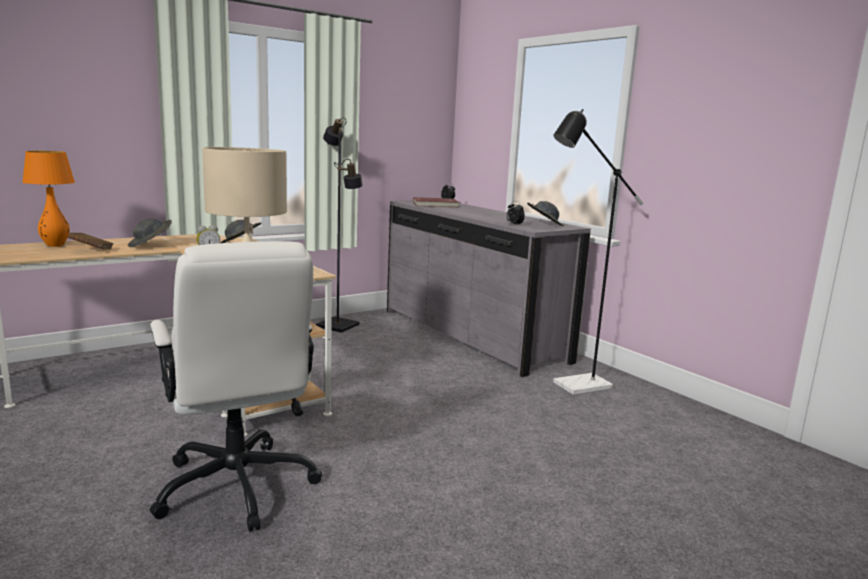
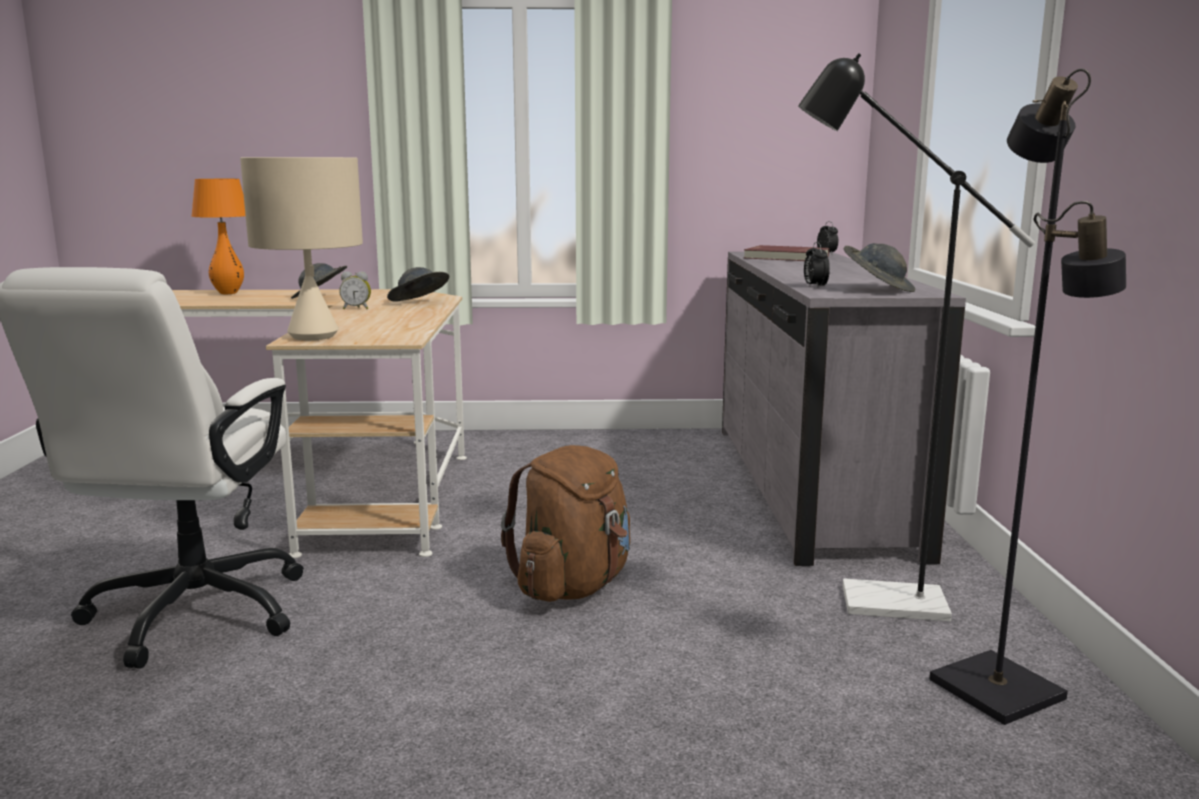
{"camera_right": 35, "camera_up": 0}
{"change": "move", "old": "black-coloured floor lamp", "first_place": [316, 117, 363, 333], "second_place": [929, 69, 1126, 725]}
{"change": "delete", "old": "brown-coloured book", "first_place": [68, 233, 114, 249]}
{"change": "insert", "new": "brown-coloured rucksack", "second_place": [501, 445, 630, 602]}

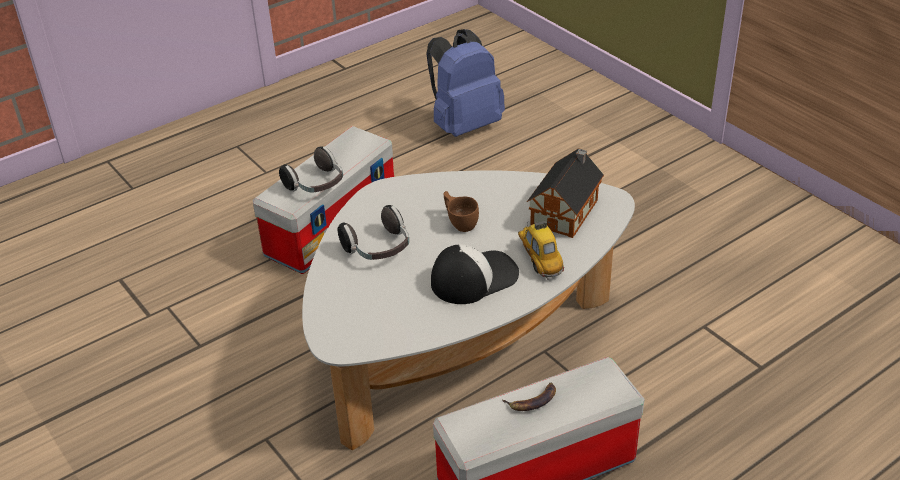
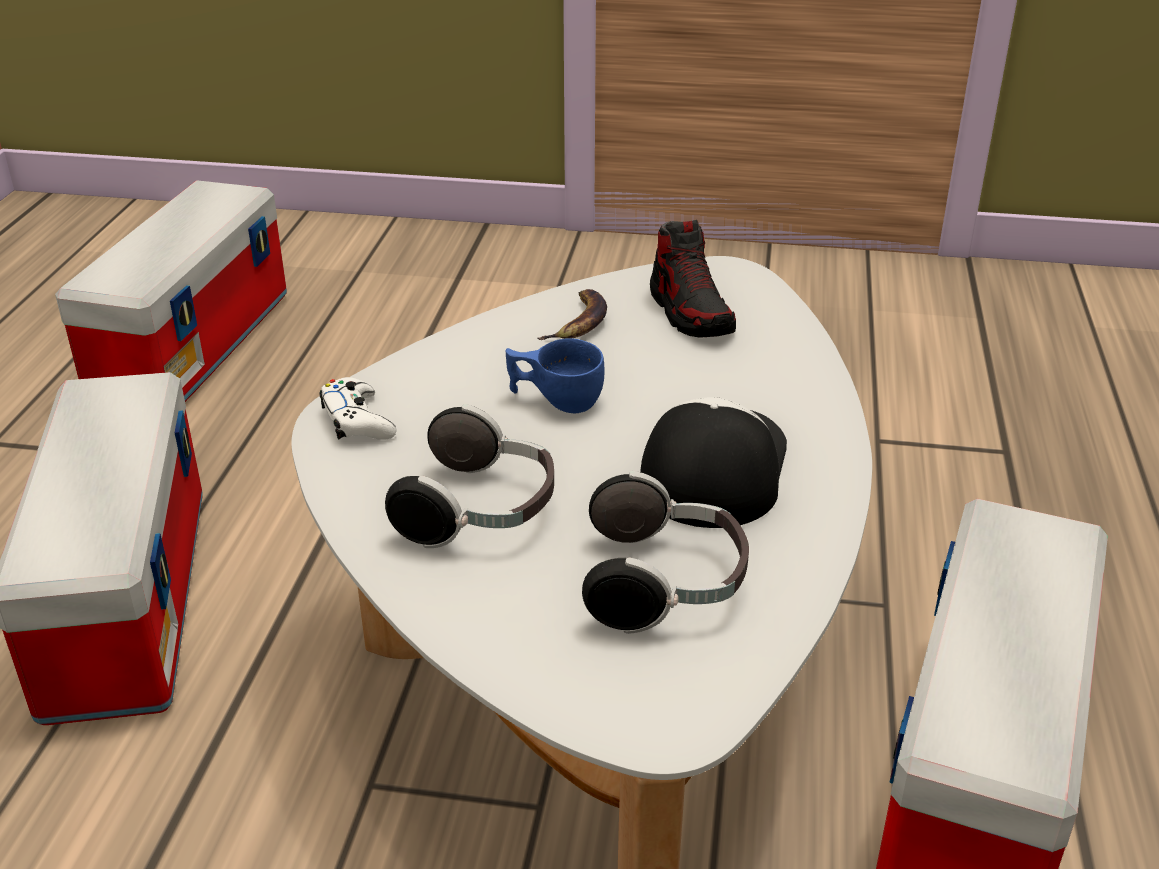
{"camera_right": -45, "camera_up": -5}
{"change": "replace", "old": "blue-coloured rucksack", "new": "storage bin", "first_place": [426, 29, 505, 137], "second_place": [55, 180, 287, 402]}
{"change": "move", "old": "pair of headphones", "first_place": [279, 146, 343, 193], "second_place": [582, 471, 749, 634]}
{"change": "replace", "old": "model house", "new": "low shoe", "first_place": [527, 148, 604, 238], "second_place": [650, 220, 736, 338]}
{"change": "recolor", "old": "brown-coloured drinking cup", "new": "blue-coloured drinking cup", "first_place": [444, 191, 479, 232], "second_place": [505, 339, 604, 413]}
{"change": "delete", "old": "model car", "first_place": [518, 221, 564, 280]}
{"change": "move", "old": "whole banana", "first_place": [501, 382, 556, 411], "second_place": [537, 289, 607, 340]}
{"change": "insert", "new": "white joypad", "second_place": [320, 377, 396, 440]}

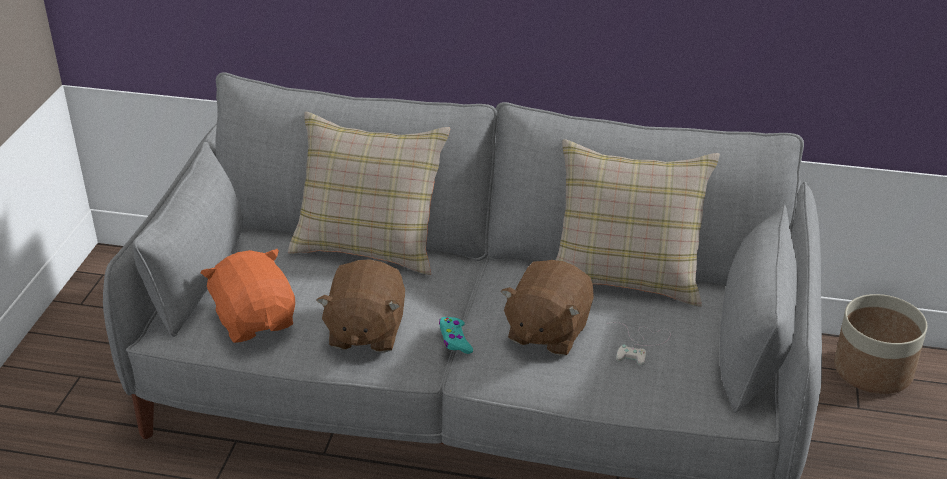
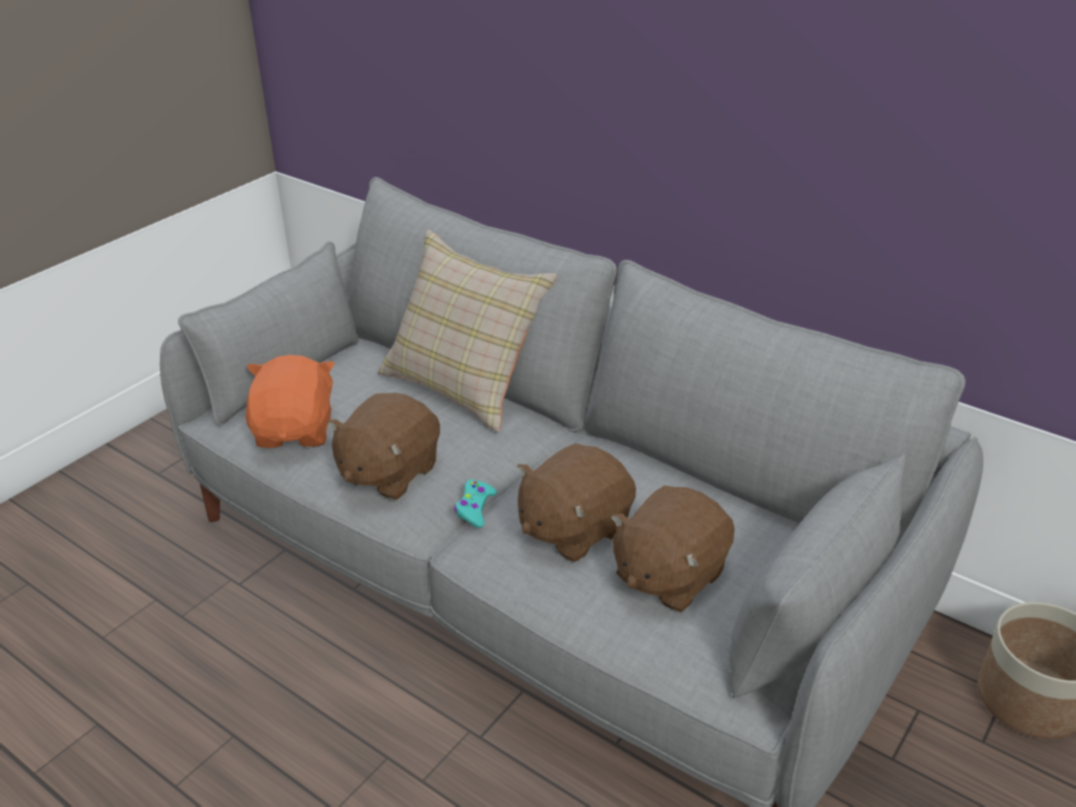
{"camera_right": 25, "camera_up": 0}
{"change": "delete", "old": "sand-coloured pillow", "first_place": [556, 139, 720, 307]}
{"change": "replace", "old": "white joypad", "new": "brown-coloured cuddly toy", "first_place": [607, 322, 671, 366], "second_place": [611, 485, 735, 612]}

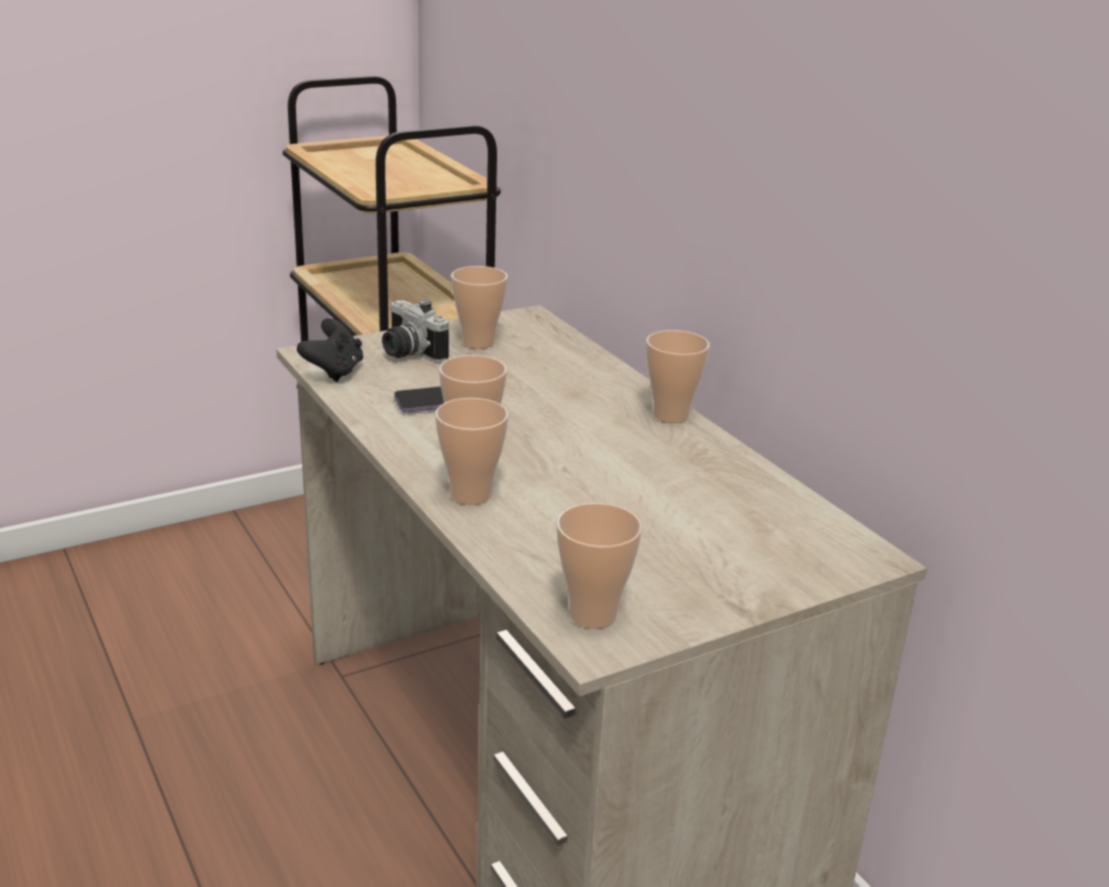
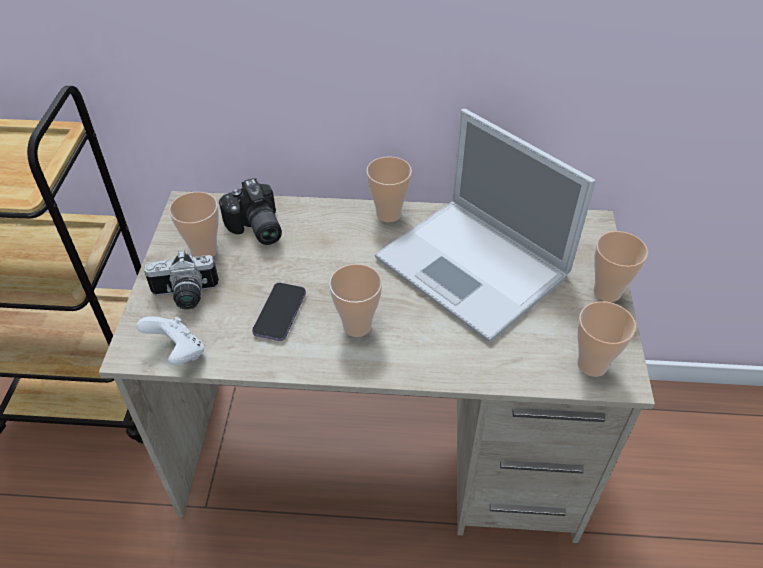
{"camera_right": -55, "camera_up": 20}
{"change": "recolor", "old": "black-coloured joypad", "new": "white joypad", "first_place": [297, 318, 363, 382], "second_place": [136, 316, 204, 365]}
{"change": "move", "old": "drinking cup", "first_place": [435, 398, 508, 505], "second_place": [593, 231, 648, 302]}
{"change": "insert", "new": "laptop", "second_place": [375, 109, 596, 343]}
{"change": "insert", "new": "photo camera", "second_place": [219, 178, 282, 245]}

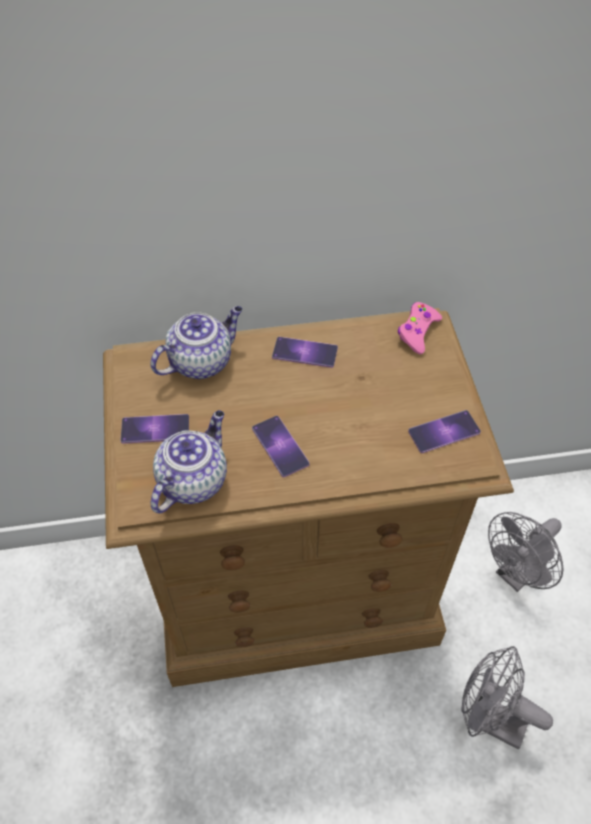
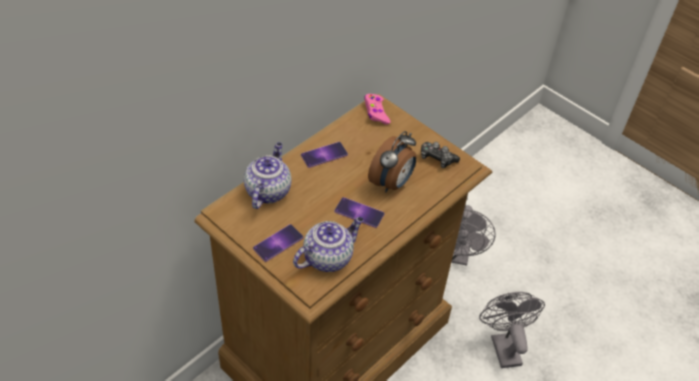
{"camera_right": -40, "camera_up": -5}
{"change": "rotate", "old": "teapot", "first_place": [151, 410, 227, 513], "second_place": [293, 217, 364, 272], "degrees": 60}
{"change": "replace", "old": "handset", "new": "joypad", "first_place": [408, 410, 481, 453], "second_place": [421, 142, 460, 168]}
{"change": "rotate", "old": "gray electric fan", "first_place": [461, 646, 553, 749], "second_place": [479, 292, 545, 368], "degrees": 90}
{"change": "insert", "new": "bedside clock", "second_place": [368, 131, 416, 192]}

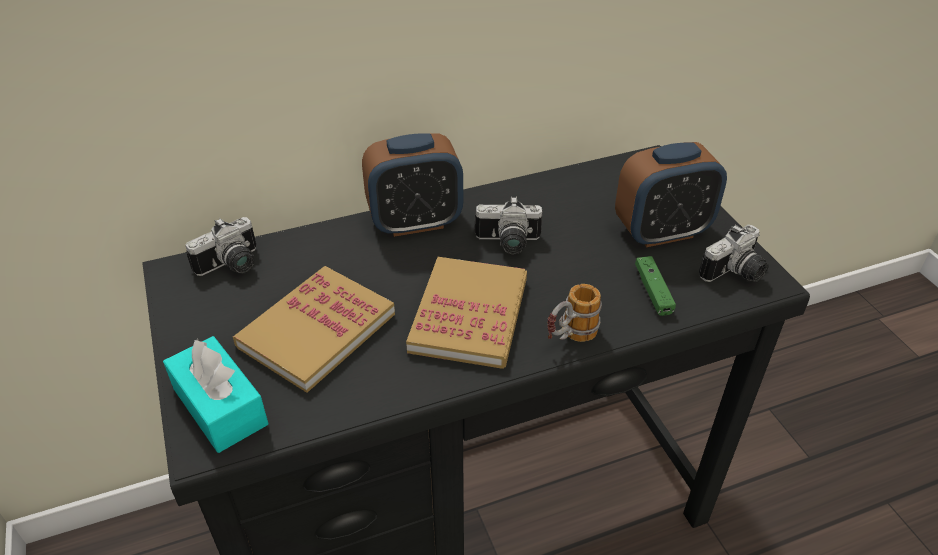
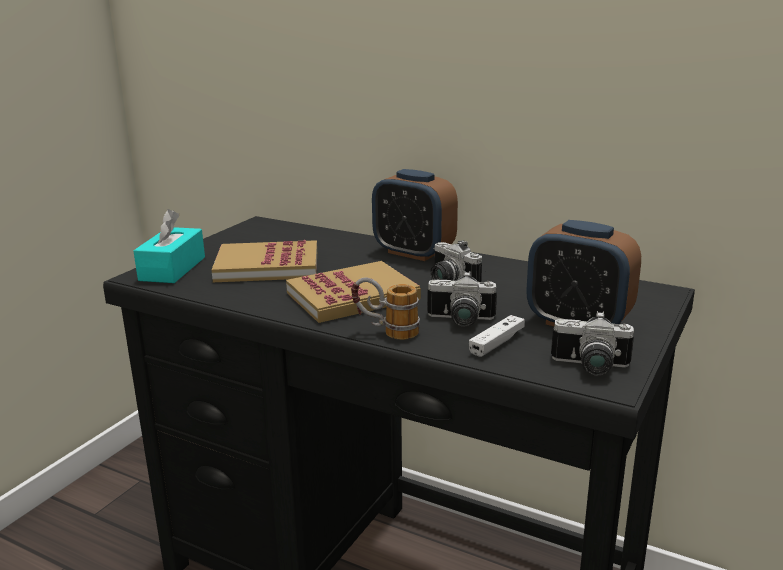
{"camera_right": 50, "camera_up": -20}
{"change": "move", "old": "photo camera", "first_place": [185, 217, 256, 276], "second_place": [427, 271, 497, 327]}
{"change": "recolor", "old": "greenish joypad", "new": "white joypad", "first_place": [635, 256, 676, 316], "second_place": [469, 315, 525, 357]}

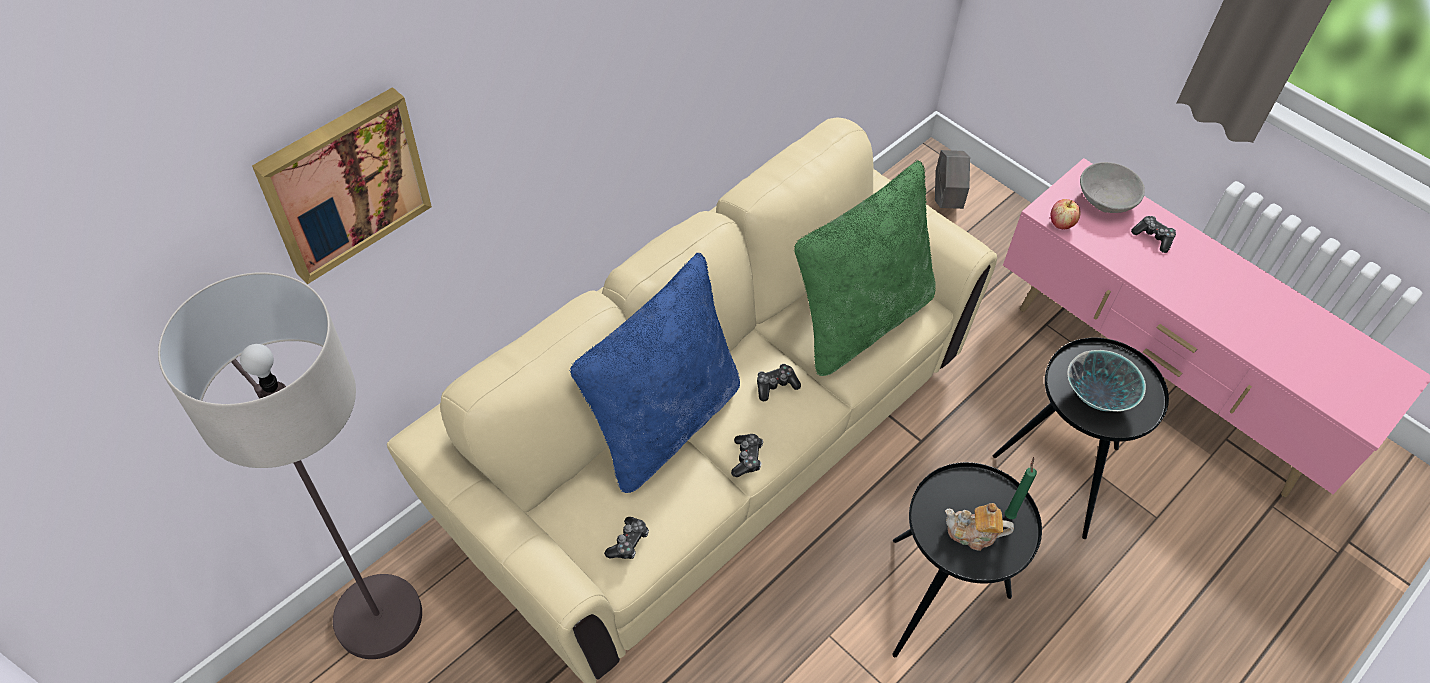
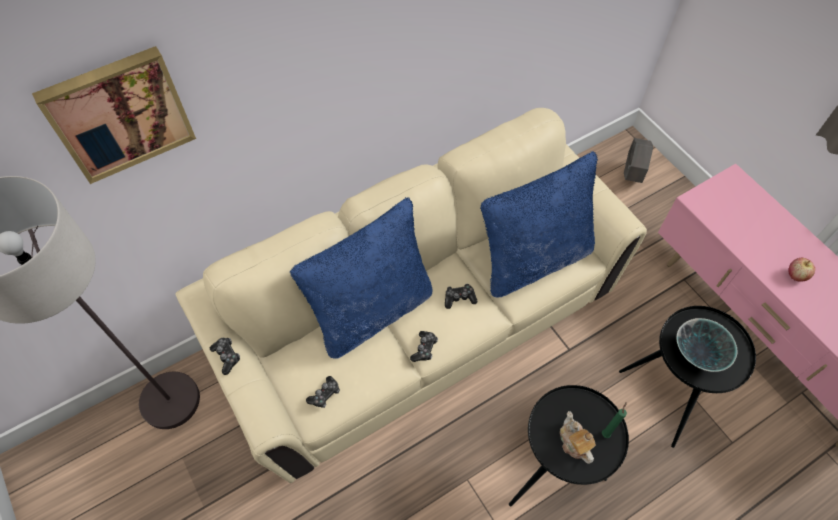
{"camera_right": 15, "camera_up": 5}
{"change": "recolor", "old": "greenish pillow", "new": "blue-coloured pillow", "first_place": [794, 160, 936, 376], "second_place": [480, 151, 598, 298]}
{"change": "delete", "old": "gray deep dish", "first_place": [1080, 162, 1145, 213]}
{"change": "move", "old": "apple", "first_place": [1051, 199, 1081, 229], "second_place": [788, 258, 815, 282]}
{"change": "move", "old": "joypad", "first_place": [1131, 216, 1176, 253], "second_place": [210, 338, 240, 375]}
{"change": "rotate", "old": "teapot", "first_place": [945, 503, 1014, 551], "second_place": [560, 411, 596, 464], "degrees": 45}

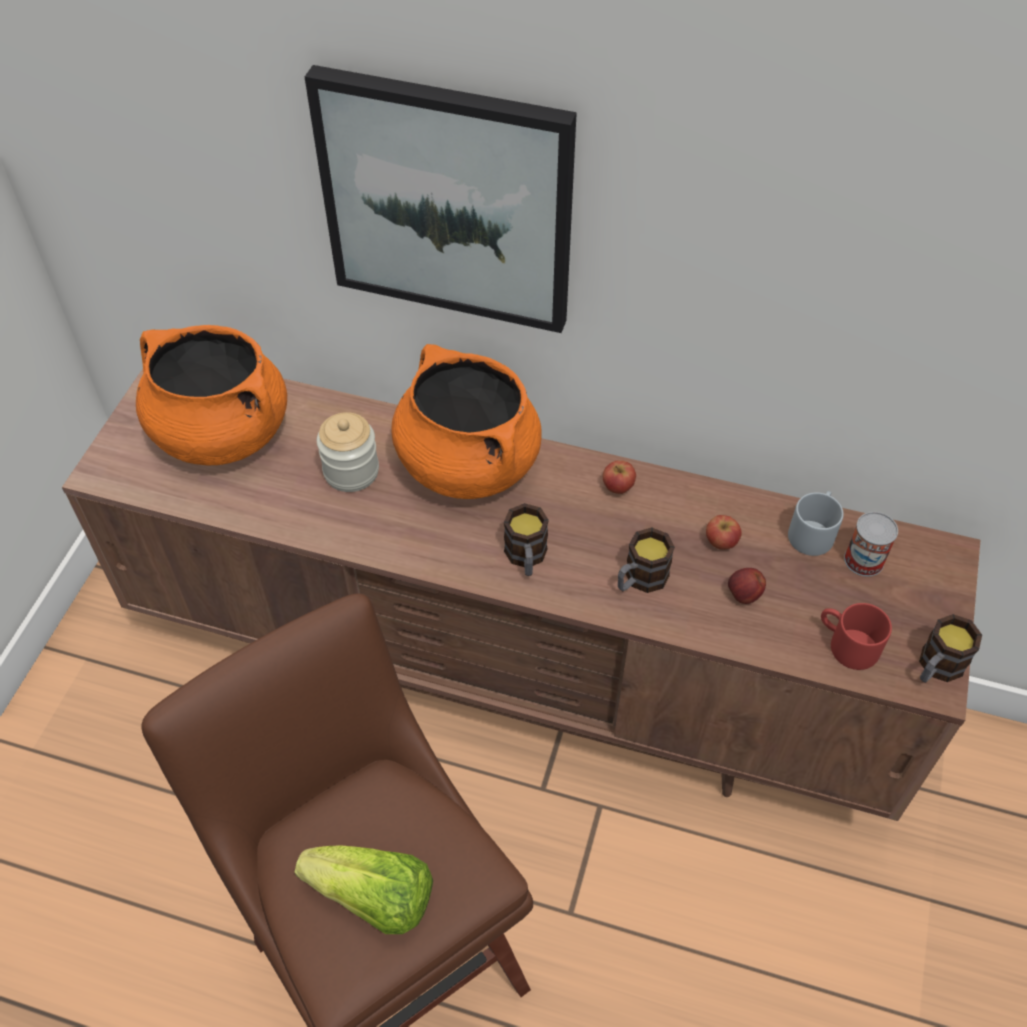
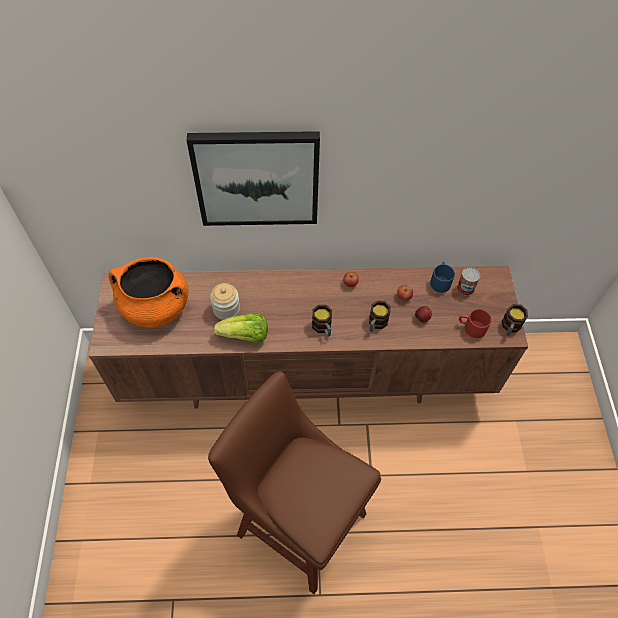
{"camera_right": -20, "camera_up": 5}
{"change": "delete", "old": "orange saucepot", "first_place": [391, 344, 542, 499]}
{"change": "recolor", "old": "gray coffee mug", "new": "blue-coloured coffee mug", "first_place": [788, 491, 844, 556], "second_place": [430, 262, 455, 293]}
{"change": "move", "old": "head of lettuce", "first_place": [295, 845, 433, 934], "second_place": [214, 313, 268, 343]}

